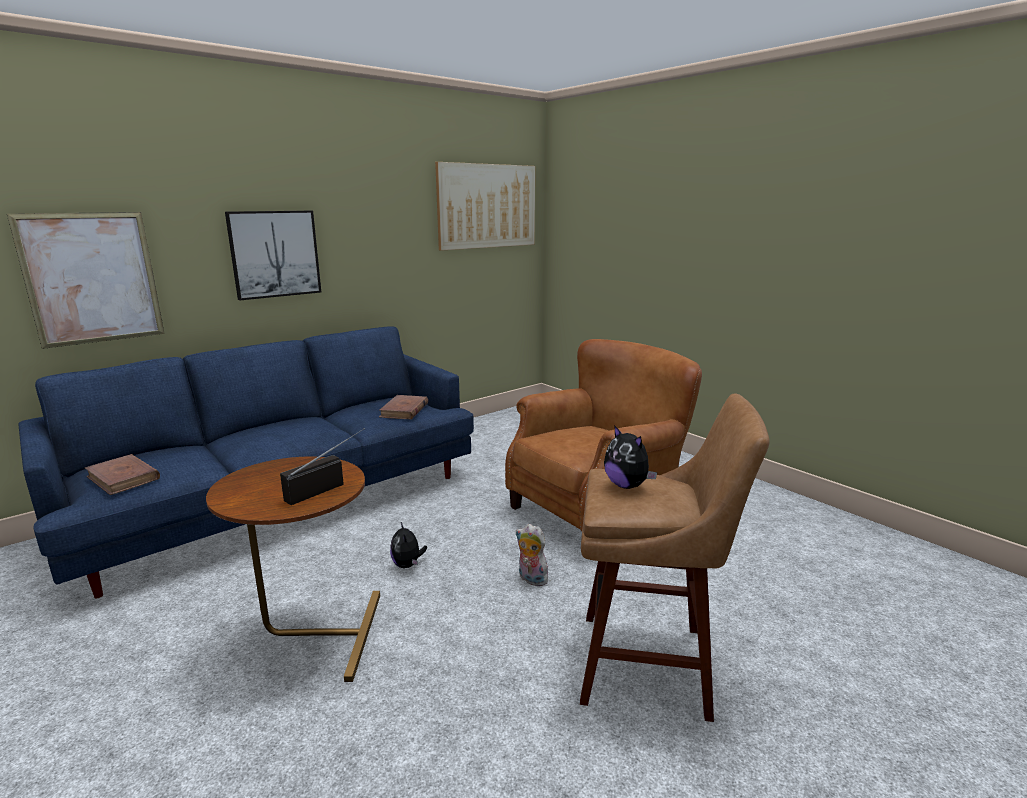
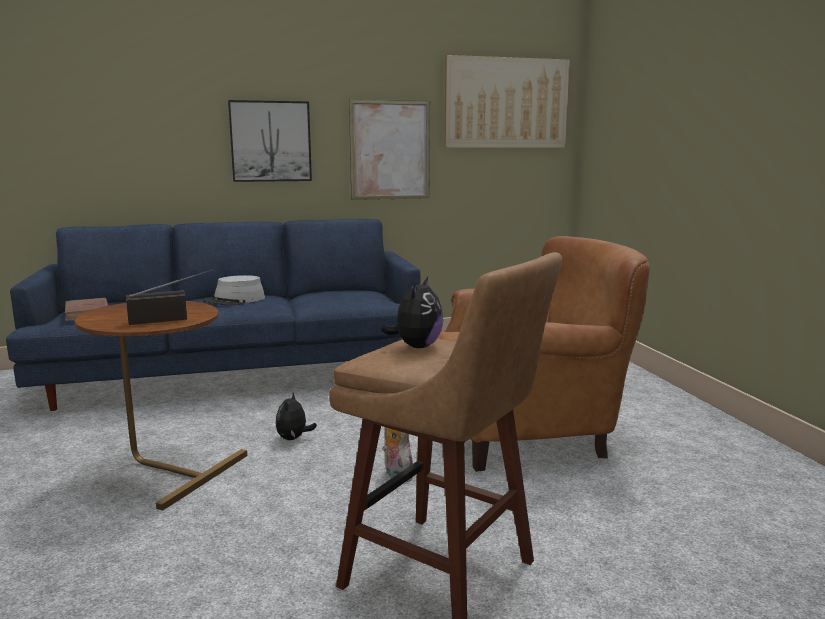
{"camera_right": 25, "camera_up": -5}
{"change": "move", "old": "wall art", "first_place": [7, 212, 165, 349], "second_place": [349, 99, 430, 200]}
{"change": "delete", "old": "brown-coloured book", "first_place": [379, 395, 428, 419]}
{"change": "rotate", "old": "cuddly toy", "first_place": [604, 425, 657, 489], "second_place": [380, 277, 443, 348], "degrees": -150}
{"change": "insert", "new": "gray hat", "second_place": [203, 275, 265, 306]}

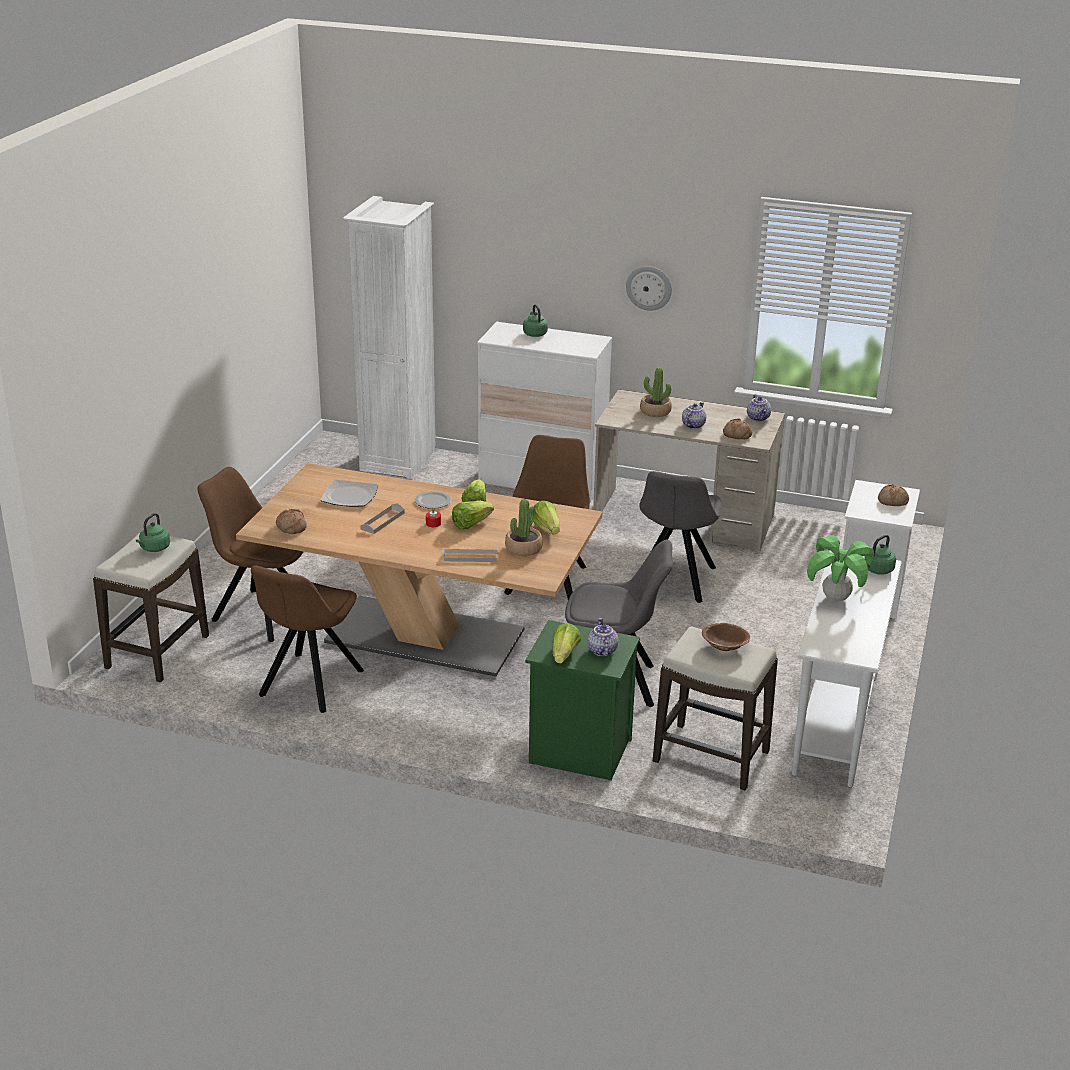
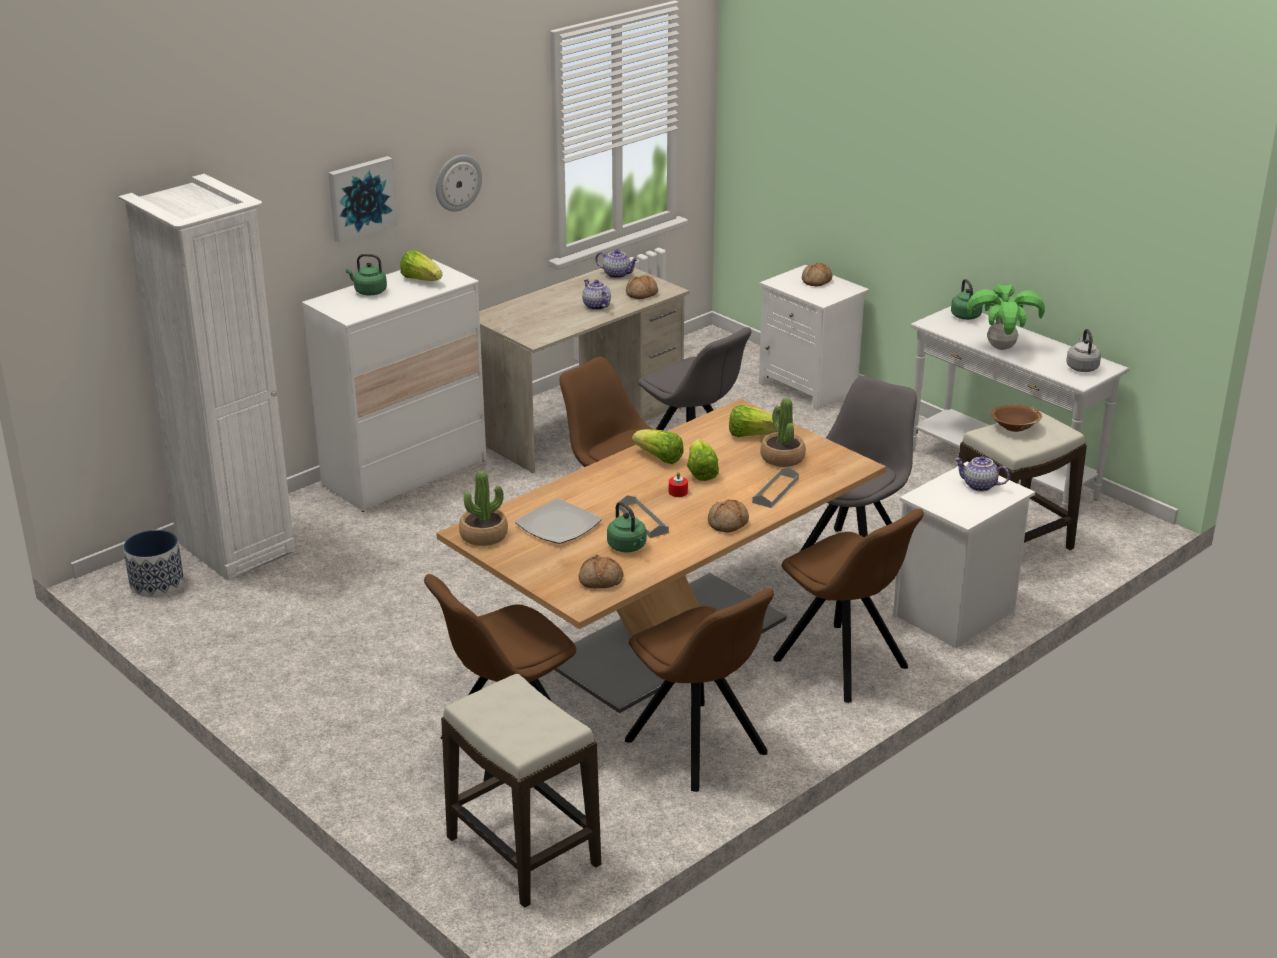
{"camera_right": -60, "camera_up": 0}
{"change": "move", "old": "potted plant", "first_place": [640, 368, 672, 417], "second_place": [459, 470, 508, 546]}
{"change": "delete", "old": "dinner plate", "first_place": [415, 491, 452, 509]}
{"change": "move", "old": "greenish kettle", "first_place": [136, 513, 170, 552], "second_place": [607, 502, 646, 553]}
{"change": "recolor", "old": "greenish bedside table", "new": "white bedside table", "first_place": [525, 620, 640, 781], "second_place": [893, 461, 1035, 648]}
{"change": "move", "old": "head of lettuce", "first_place": [552, 623, 581, 663], "second_place": [400, 250, 442, 281]}
{"change": "insert", "new": "wall art", "second_place": [328, 156, 397, 243]}
{"change": "insert", "new": "gray kettle", "second_place": [1066, 329, 1101, 372]}
{"change": "insert", "new": "bakery bread", "second_place": [708, 500, 749, 533]}
{"change": "insert", "new": "brown-coloured upright chair", "second_place": [773, 509, 924, 703]}
{"change": "insert", "new": "plant pot", "second_place": [123, 530, 184, 597]}

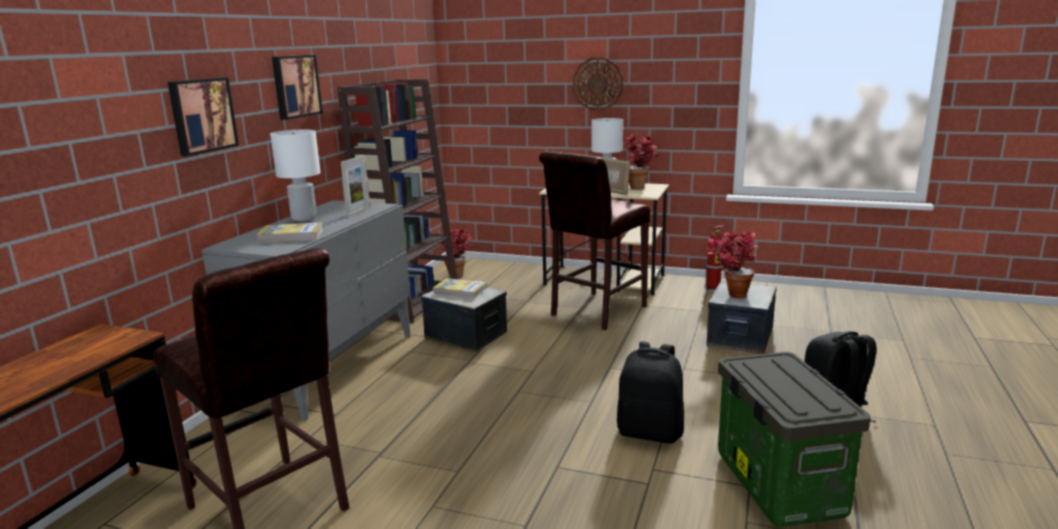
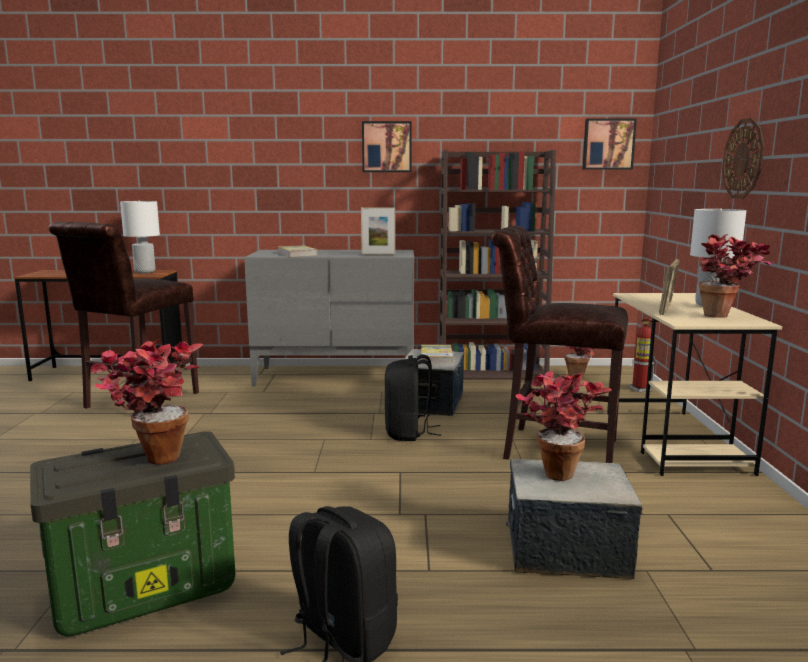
{"camera_right": 70, "camera_up": -5}
{"change": "move", "old": "wall art", "first_place": [168, 77, 239, 156], "second_place": [582, 118, 637, 170]}
{"change": "move", "old": "white table lamp", "first_place": [270, 130, 321, 222], "second_place": [120, 200, 160, 274]}
{"change": "move", "old": "extinguisher", "first_place": [704, 225, 724, 293], "second_place": [629, 318, 657, 393]}
{"change": "move", "old": "black-coloured rucksack", "first_place": [617, 341, 684, 444], "second_place": [385, 354, 441, 441]}
{"change": "insert", "new": "potted plant", "second_place": [90, 339, 203, 465]}

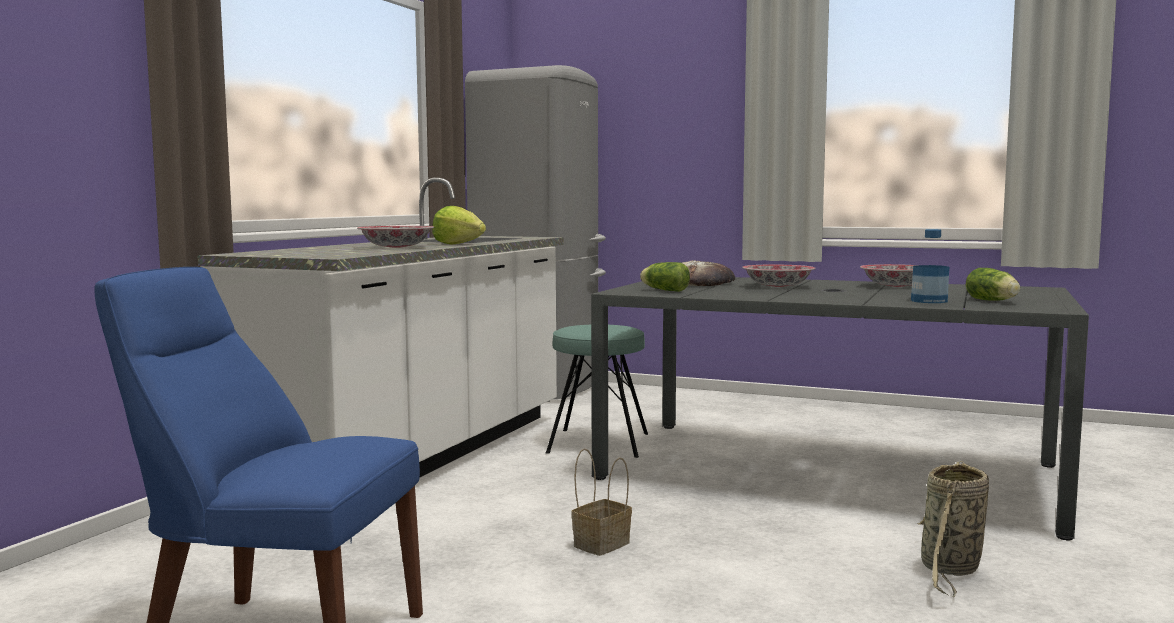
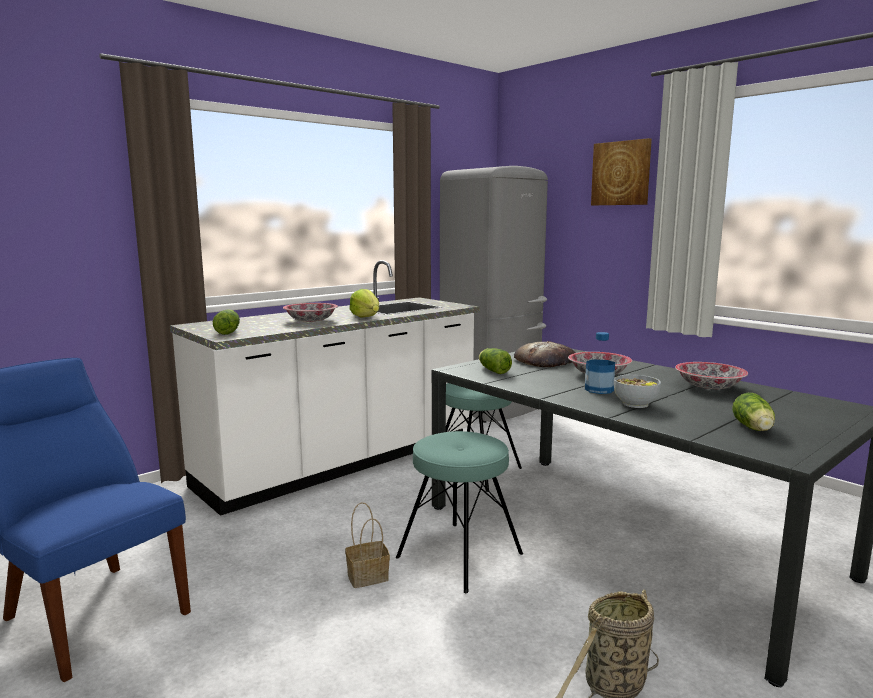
{"camera_right": 25, "camera_up": 5}
{"change": "move", "old": "beverage bottle", "first_place": [911, 229, 949, 303], "second_place": [585, 332, 615, 394]}
{"change": "insert", "new": "wall art", "second_place": [591, 138, 652, 205]}
{"change": "insert", "new": "head of lettuce", "second_place": [213, 309, 240, 335]}
{"change": "insert", "new": "deep dish", "second_place": [614, 375, 661, 408]}
{"change": "insert", "new": "blue-green sitting stool", "second_place": [396, 431, 523, 593]}

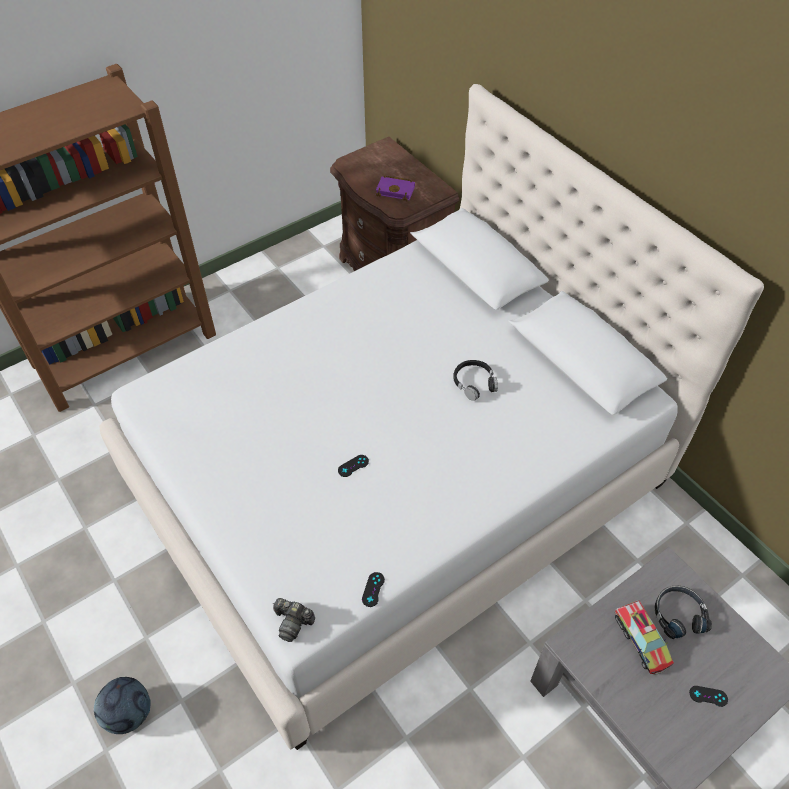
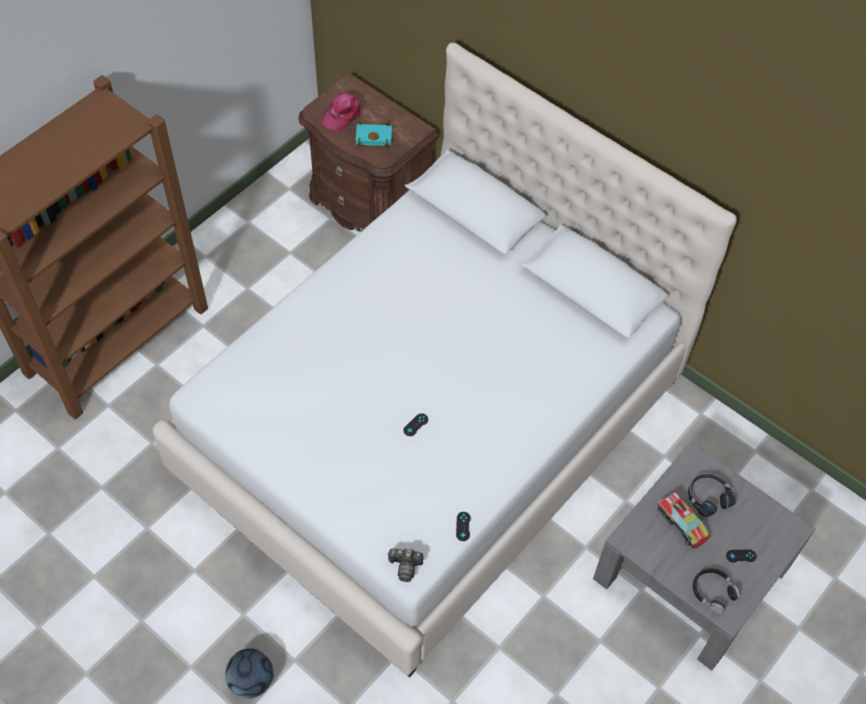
{"camera_right": -15, "camera_up": 5}
{"change": "recolor", "old": "purplish book", "new": "blue-green book", "first_place": [376, 175, 415, 201], "second_place": [355, 122, 392, 147]}
{"change": "move", "old": "black-coloured pair of headphones", "first_place": [453, 360, 498, 401], "second_place": [693, 568, 740, 614]}
{"change": "insert", "new": "pink-coloured peaked cap", "second_place": [322, 92, 361, 131]}

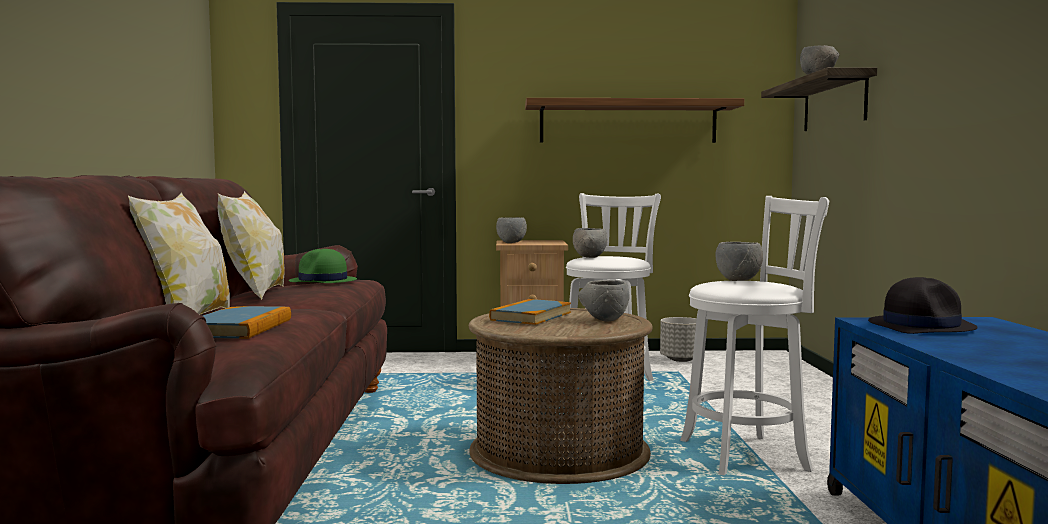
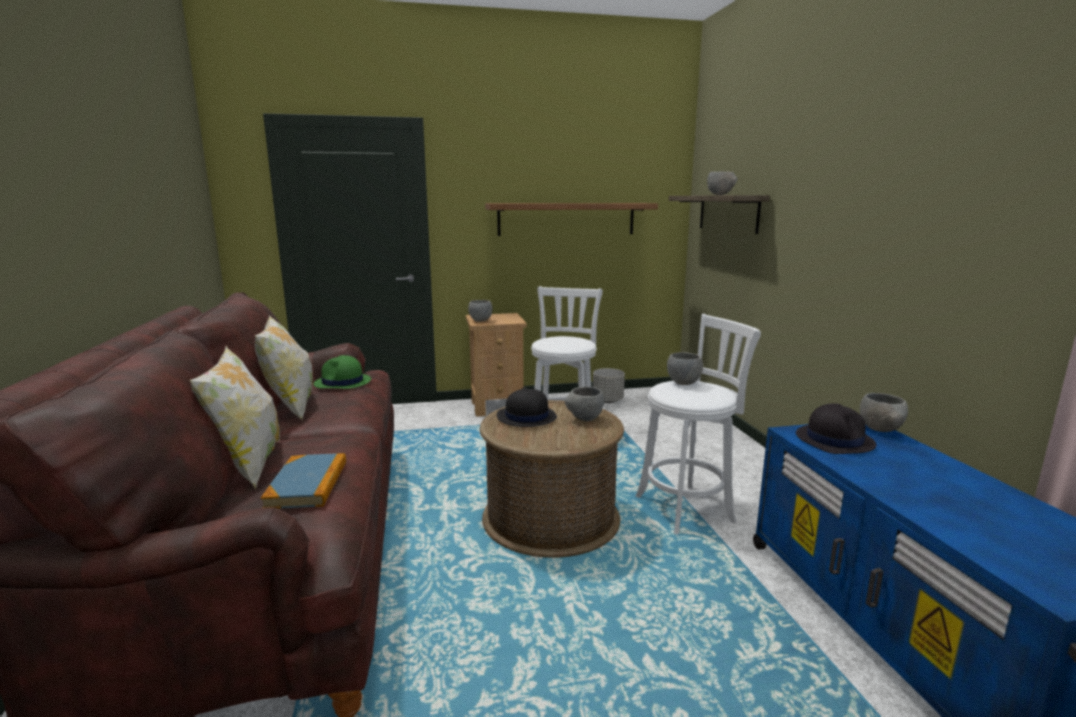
{"camera_right": -10, "camera_up": 10}
{"change": "move", "old": "gray deep dish", "first_place": [573, 228, 607, 258], "second_place": [860, 393, 908, 432]}
{"change": "replace", "old": "book", "new": "black-coloured hat", "first_place": [489, 299, 571, 325], "second_place": [497, 387, 557, 427]}

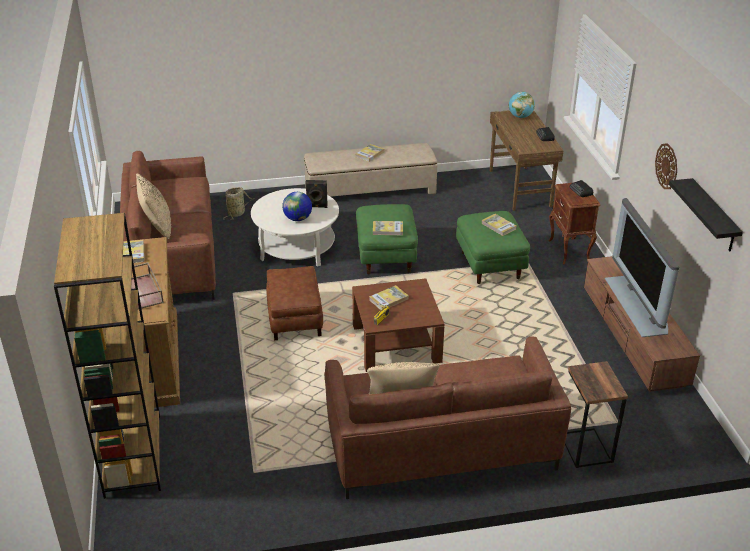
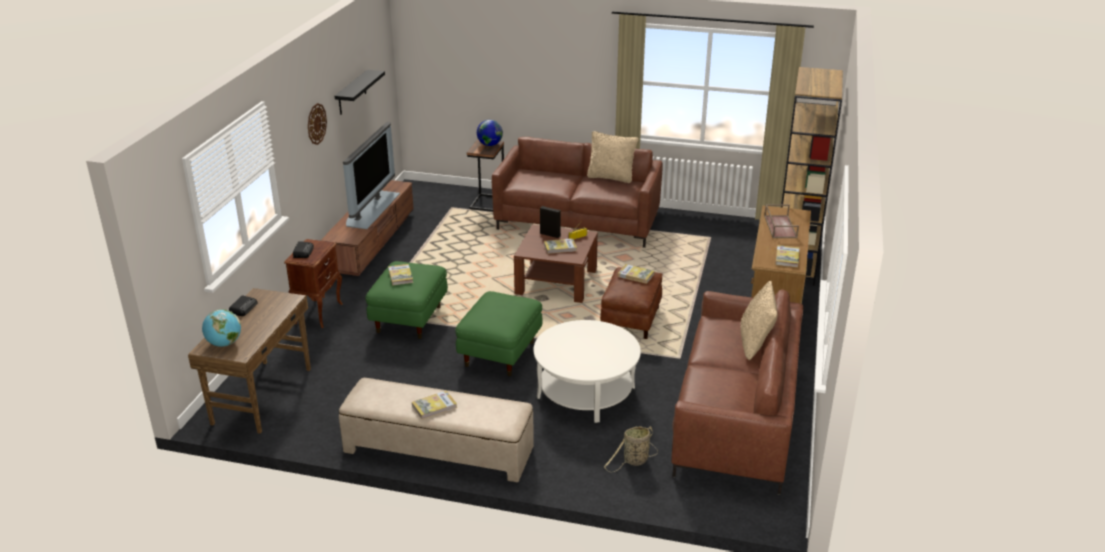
{"camera_right": -155, "camera_up": -5}
{"change": "move", "old": "black-coloured loudspeaker", "first_place": [305, 180, 328, 208], "second_place": [540, 206, 561, 238]}
{"change": "move", "old": "desk globe", "first_place": [282, 192, 312, 221], "second_place": [477, 120, 503, 146]}
{"change": "move", "old": "book", "first_place": [373, 221, 403, 235], "second_place": [618, 264, 654, 284]}

